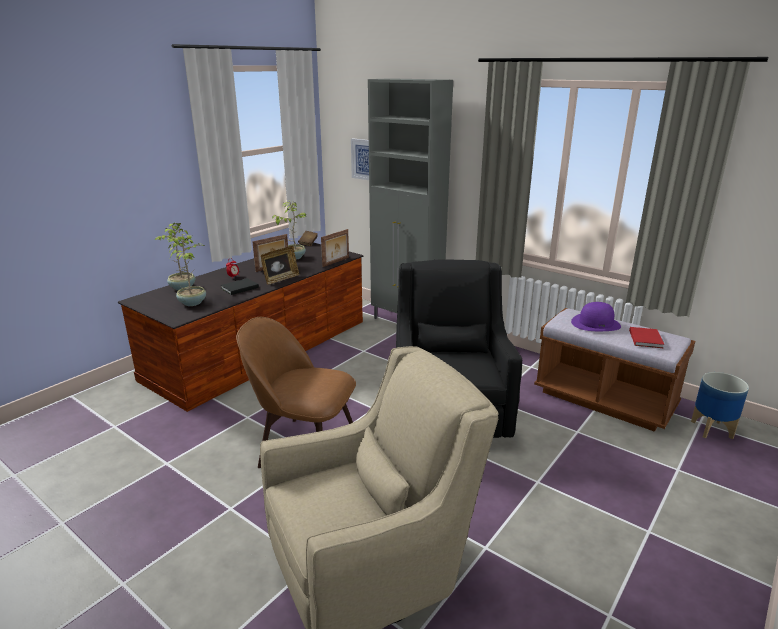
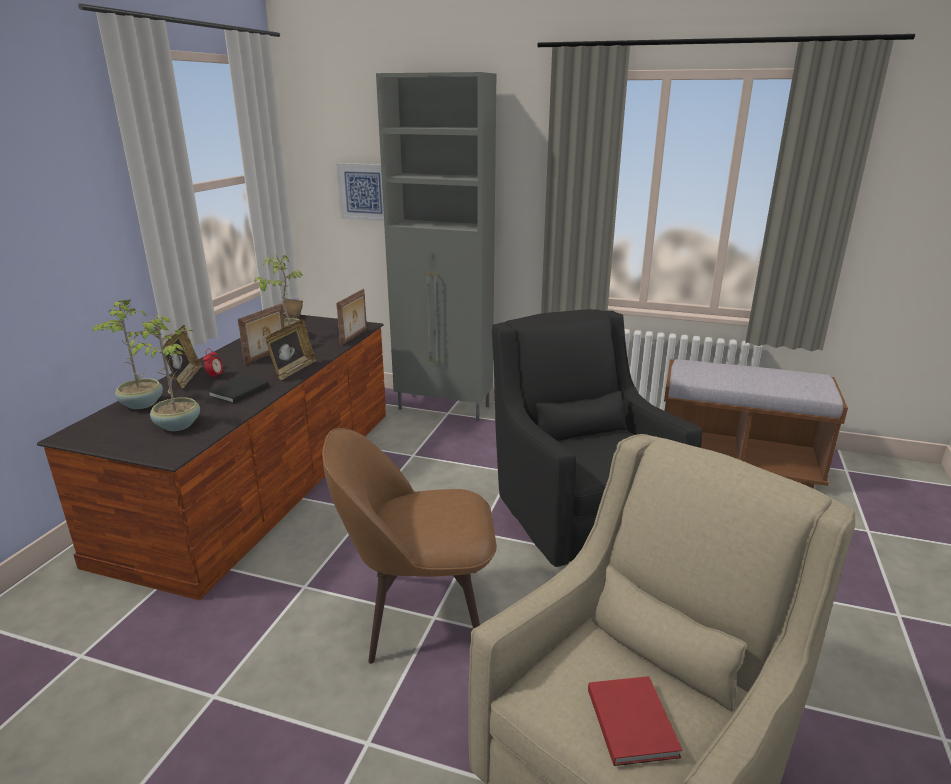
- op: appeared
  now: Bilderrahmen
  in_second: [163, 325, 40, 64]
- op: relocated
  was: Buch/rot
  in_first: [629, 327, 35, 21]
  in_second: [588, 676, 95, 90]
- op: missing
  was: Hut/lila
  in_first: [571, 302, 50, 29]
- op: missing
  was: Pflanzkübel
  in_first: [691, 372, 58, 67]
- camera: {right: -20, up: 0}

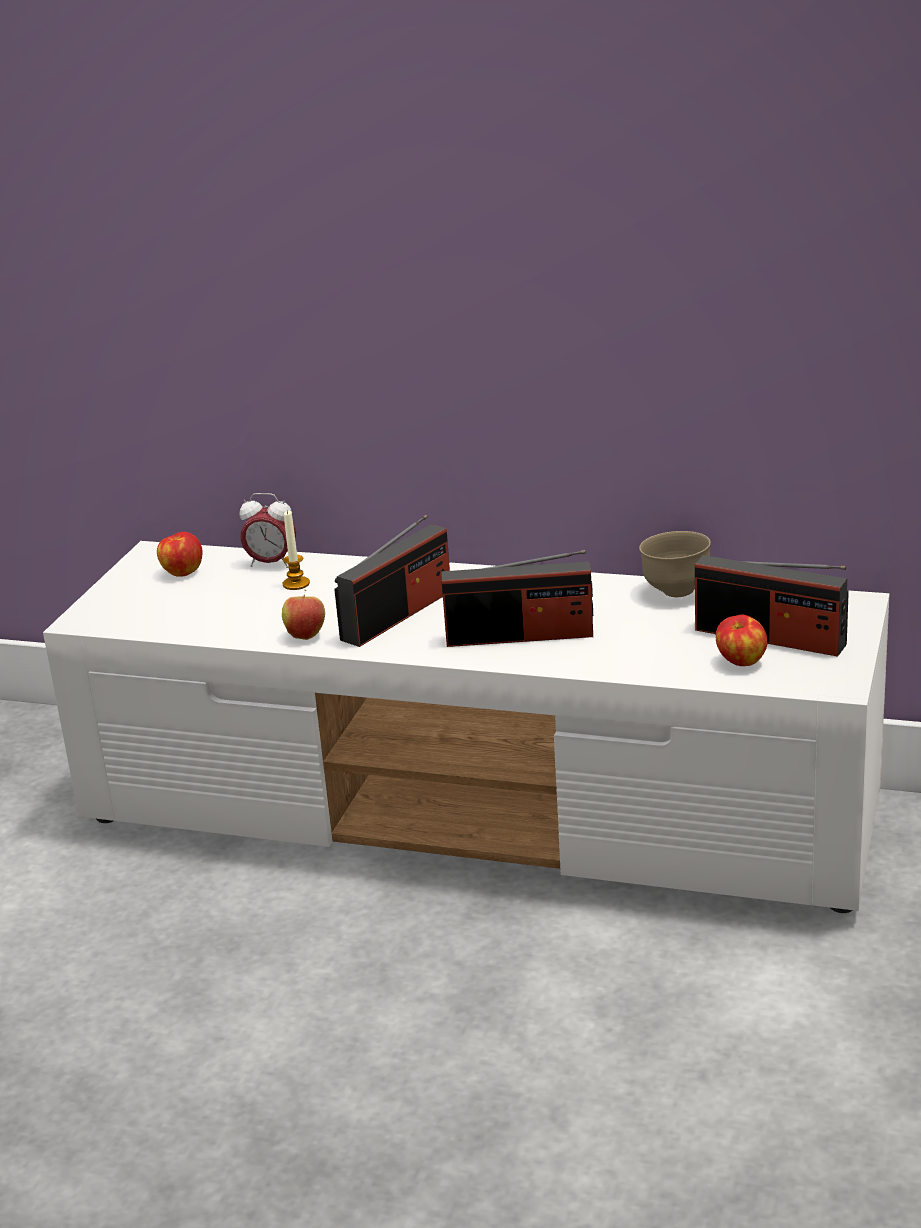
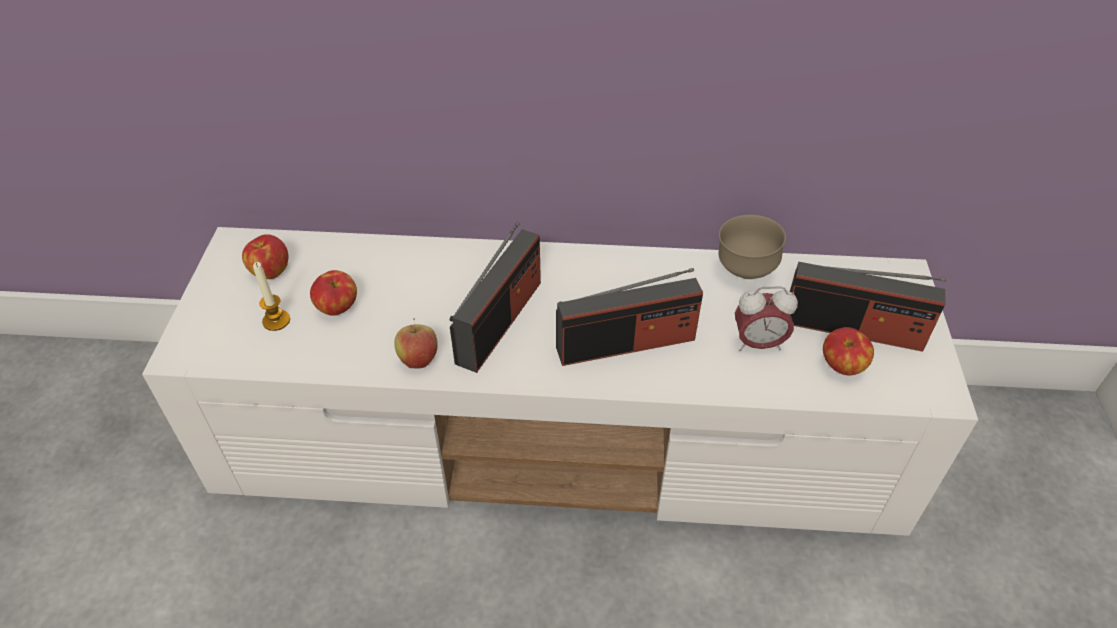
- op: relocated
  was: Kerze
  in_first: [283, 510, 27, 80]
  in_second: [253, 262, 37, 69]
- op: appeared
  now: Apfel
  in_second: [310, 270, 47, 46]
- op: relocated
  was: Wecker
  in_first: [239, 493, 57, 75]
  in_second: [735, 287, 63, 64]
- camera: {right: -15, up: 20}

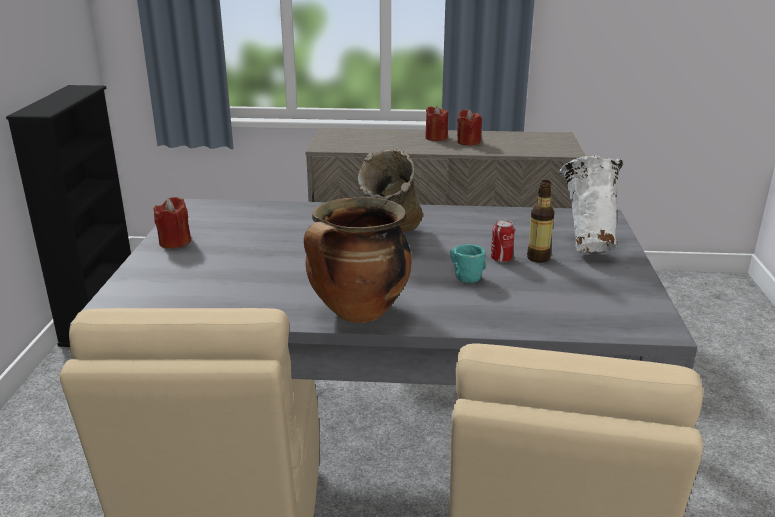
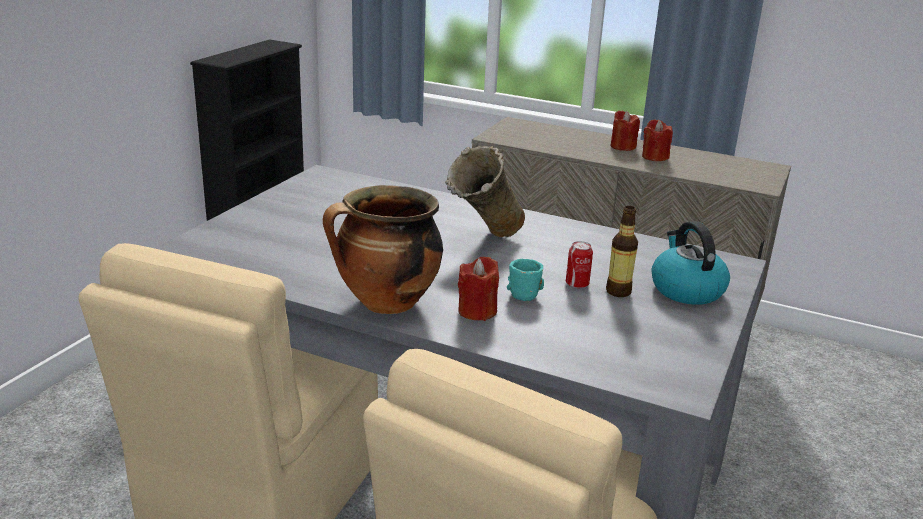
- op: relocated
  was: Kerze/rot
  in_first: [153, 197, 38, 51]
  in_second: [458, 257, 41, 64]
- op: exchanged
  was: Vase/weiß
  now: Wasserkessel
  in_first: [559, 155, 64, 97]
  in_second: [651, 221, 79, 84]
- camera: {right: 20, up: 0}

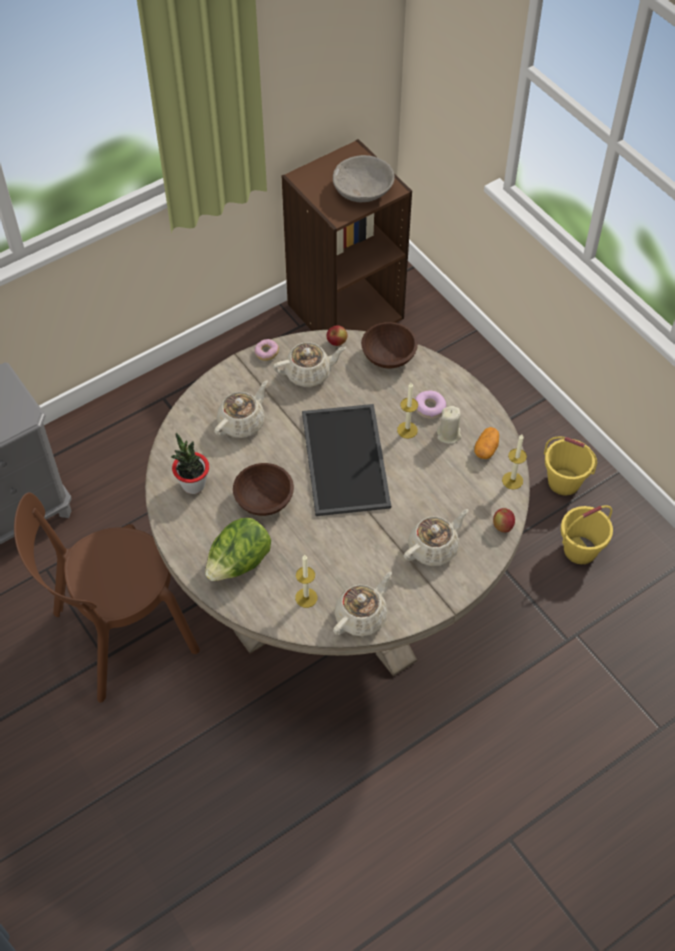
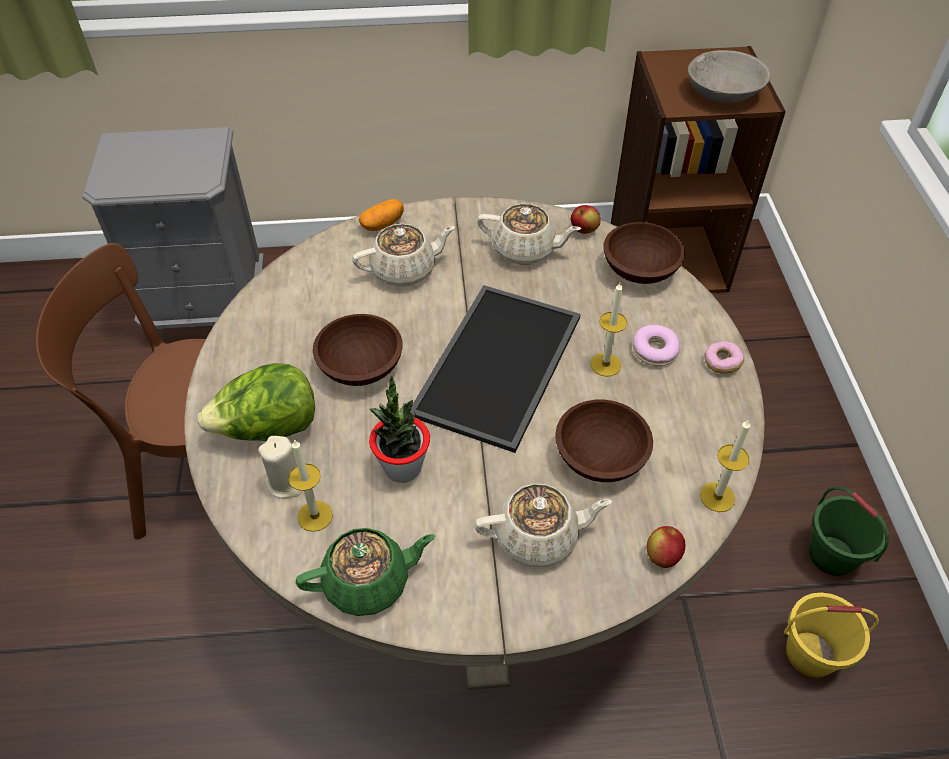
- op: relocated
  was: Kerze/beige
  in_first: [437, 406, 25, 38]
  in_second: [258, 436, 44, 63]
- op: colour
  was: Teekanne/beige
  now: Teekanne/grün
  in_first: [333, 572, 59, 65]
  in_second: [296, 528, 139, 88]
- op: relocated
  was: Kartoffel
  in_first: [474, 427, 25, 32]
  in_second: [359, 199, 45, 32]
- op: relocated
  was: Topfpflanze
  in_first: [171, 433, 38, 61]
  in_second: [369, 375, 61, 108]
- op: appeared
  now: Schüssel/braun
  in_second: [555, 400, 98, 82]
- op: relocated
  was: Donut
  in_first: [255, 339, 24, 22]
  in_second: [704, 341, 40, 33]
- op: colour
  was: Eimer/gelb
  now: Eimer/grün
  in_first: [544, 436, 53, 60]
  in_second: [809, 487, 80, 89]
- camera: {right: 30, up: -5}

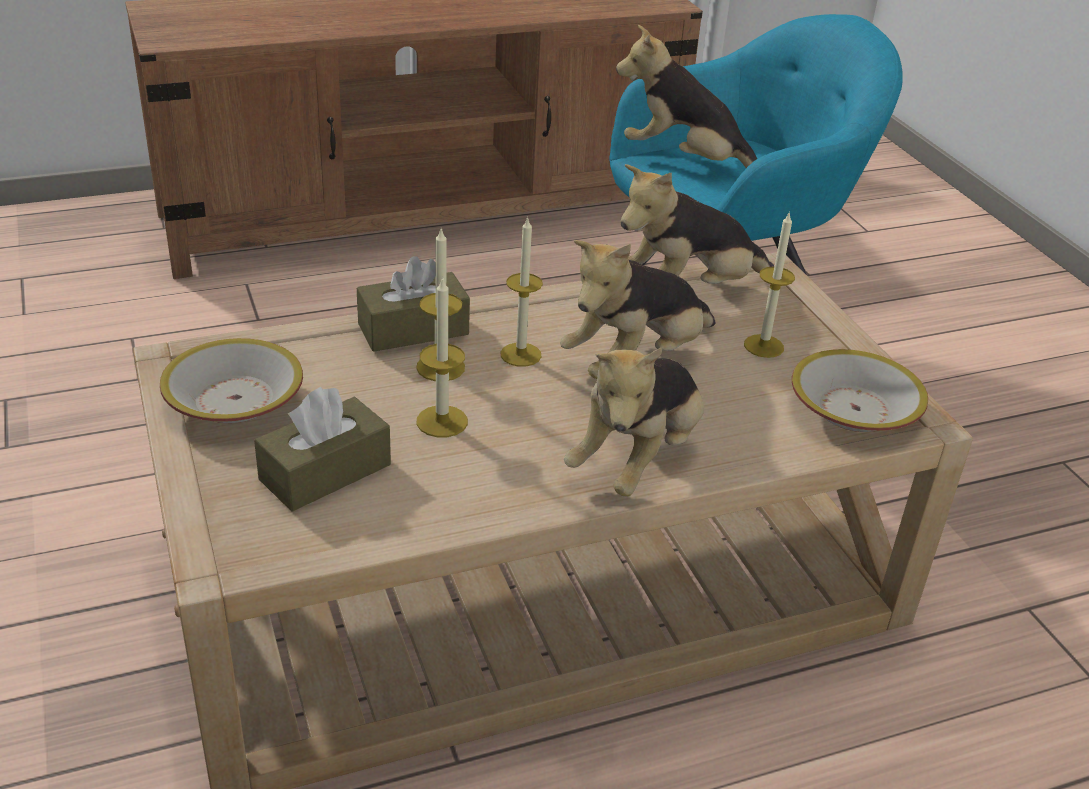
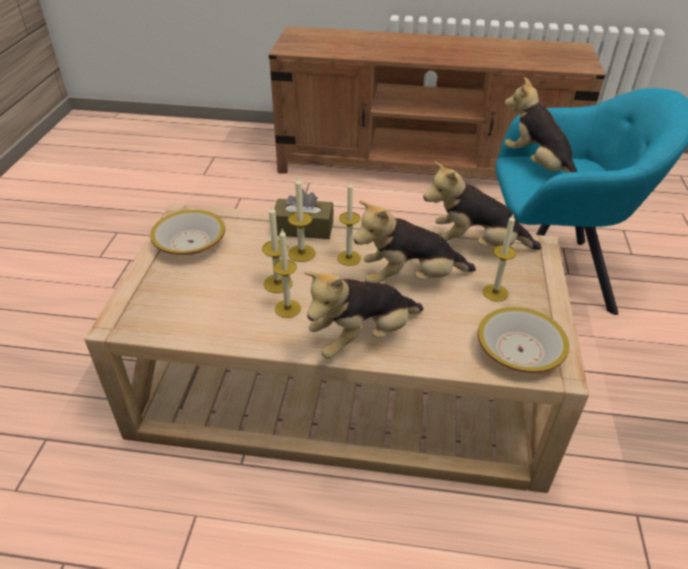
- op: appeared
  now: Kerze
  in_second: [273, 229, 28, 89]
- op: missing
  was: Taschentuchbox/braun
  in_first: [254, 387, 137, 125]
- camera: {right: 30, up: 5}

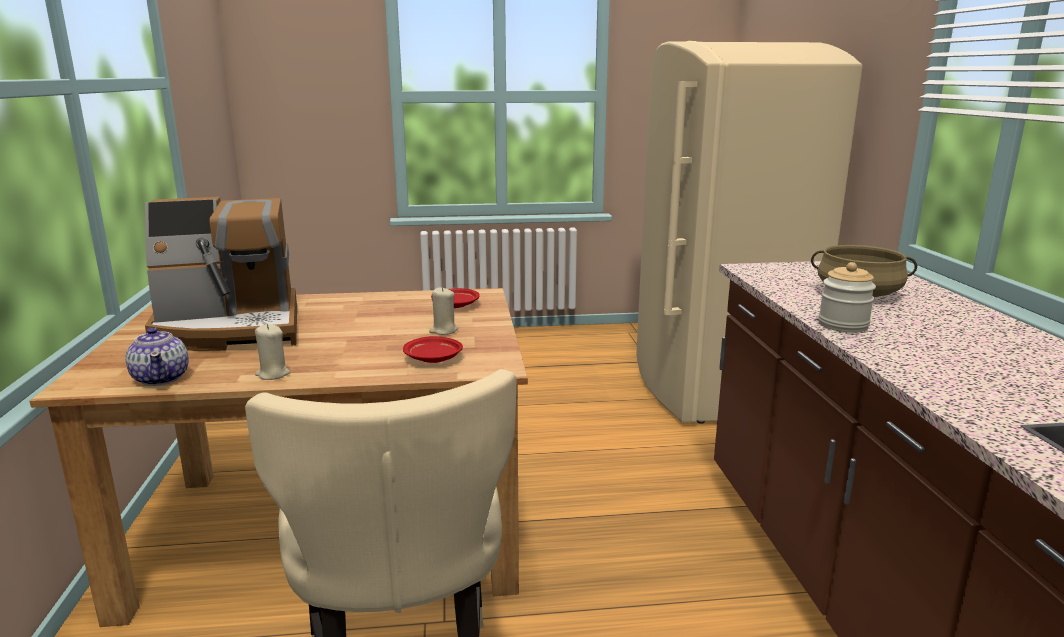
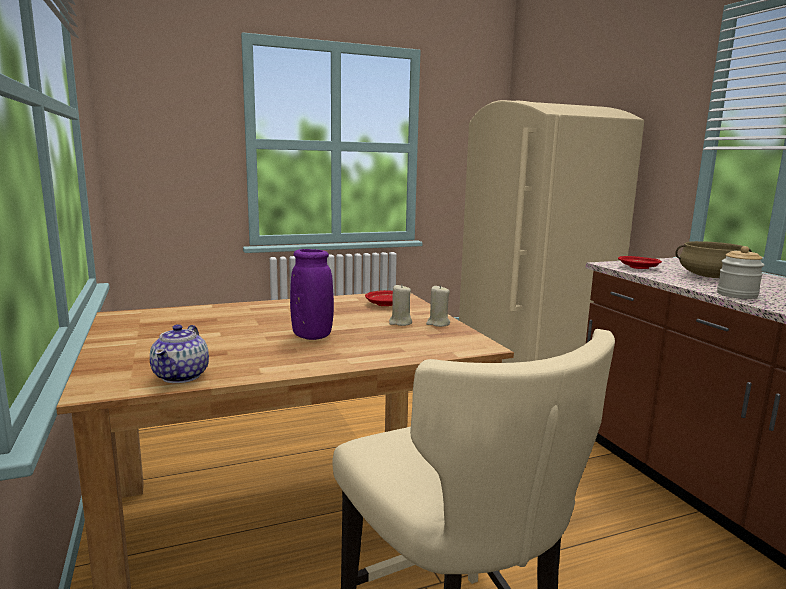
- op: spun
  was: Teekanne
  in_first: [125, 327, 64, 59]
  in_second: [150, 324, 59, 59]
  clockwise: 45
- op: appeared
  now: Vase/lila
  in_second: [290, 249, 44, 91]
- op: relocated
  was: Kerze/beige
  in_first: [255, 324, 35, 56]
  in_second: [426, 285, 24, 42]
- op: relocated
  was: Teller/rot
  in_first: [403, 336, 60, 27]
  in_second: [618, 256, 44, 13]
- op: missing
  was: Kaffeemaschine
  in_first: [145, 197, 152, 154]
- camera: {right: -15, up: -5}

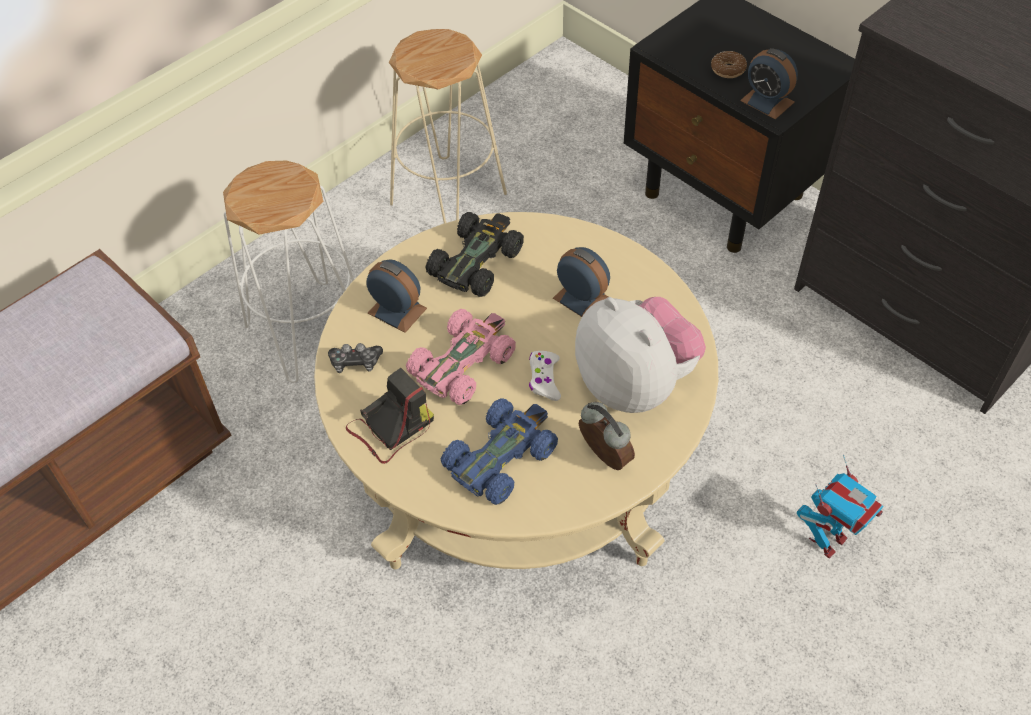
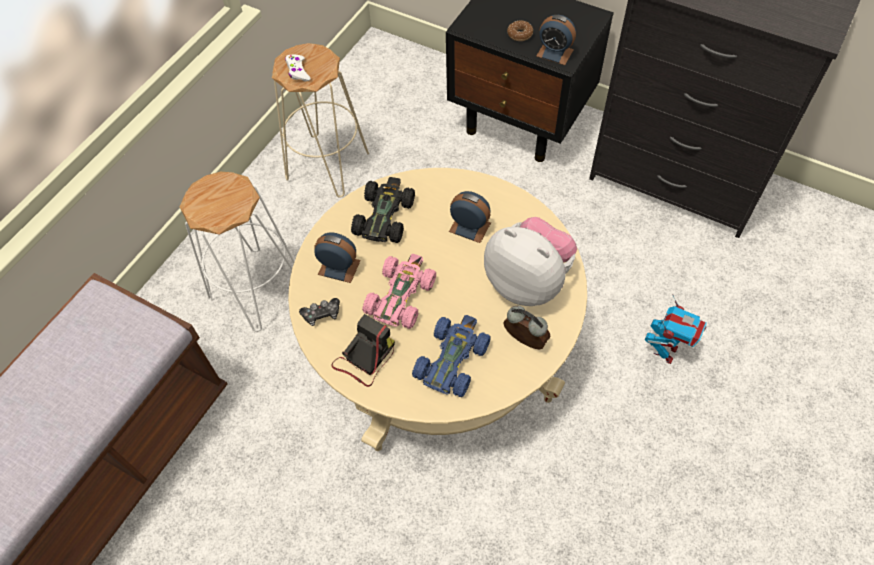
- op: relocated
  was: Gamepad/weiß
  in_first: [529, 351, 32, 50]
  in_second: [285, 55, 25, 27]
- camera: {right: -15, up: 5}

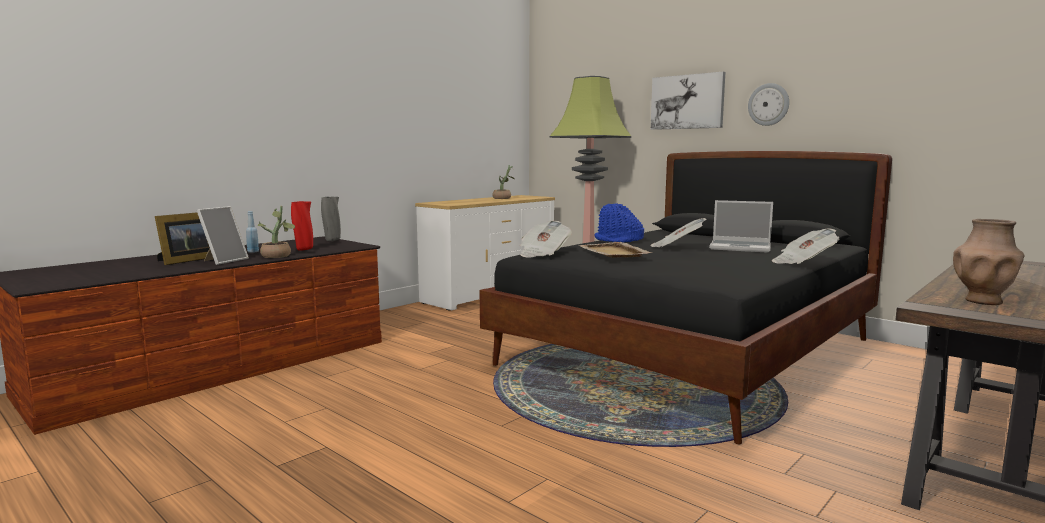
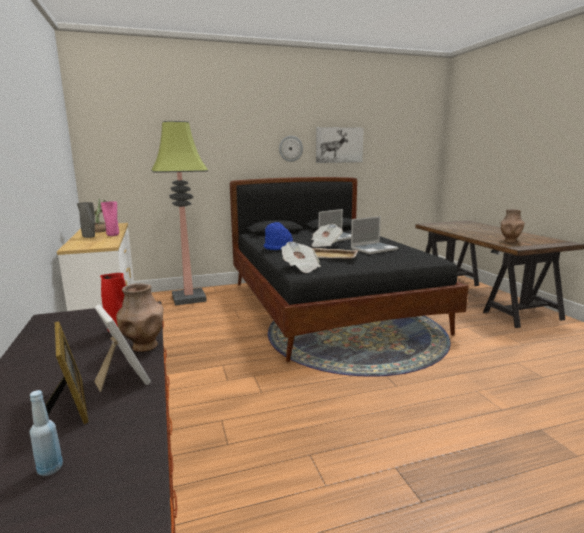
- op: relocated
  was: Flasche/blau
  in_first: [246, 211, 13, 42]
  in_second: [29, 390, 34, 86]
- op: relocated
  was: Vase/grau
  in_first: [321, 197, 20, 44]
  in_second: [77, 202, 18, 36]
- op: appeared
  now: Vase/rosa
  in_second: [101, 202, 18, 34]
- op: exchanged
  was: Topfpflanze
  now: Vase/braun
  in_first: [258, 206, 37, 52]
  in_second: [116, 283, 48, 69]
- op: relocated
  was: Bild
  in_first: [651, 72, 74, 58]
  in_second: [316, 127, 48, 36]
- op: appeared
  now: Laptop
  in_second: [351, 216, 47, 38]
- op: missing
  was: Zeitung
  in_first: [772, 228, 68, 36]
- camera: {right: -60, up: 5}

